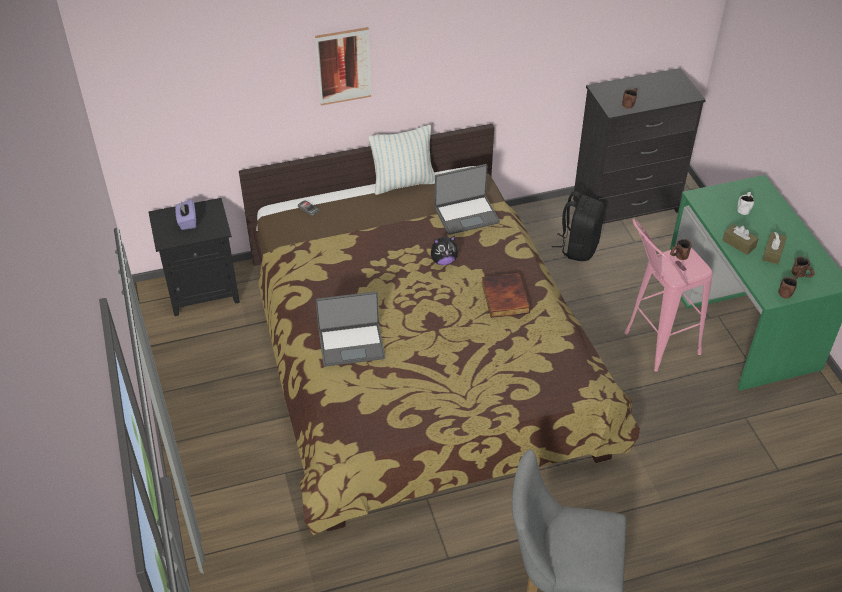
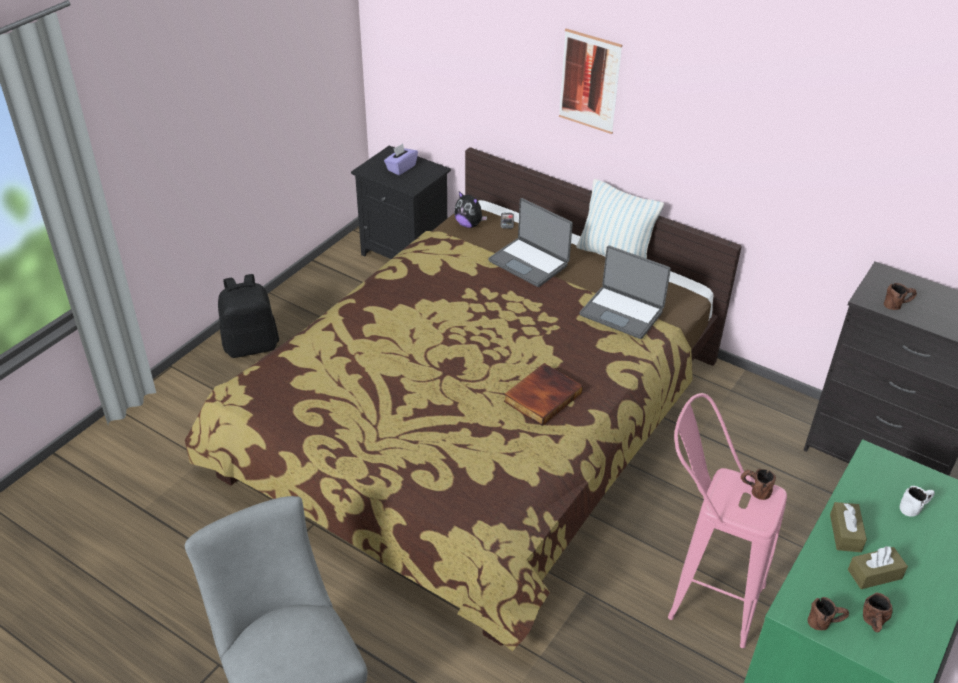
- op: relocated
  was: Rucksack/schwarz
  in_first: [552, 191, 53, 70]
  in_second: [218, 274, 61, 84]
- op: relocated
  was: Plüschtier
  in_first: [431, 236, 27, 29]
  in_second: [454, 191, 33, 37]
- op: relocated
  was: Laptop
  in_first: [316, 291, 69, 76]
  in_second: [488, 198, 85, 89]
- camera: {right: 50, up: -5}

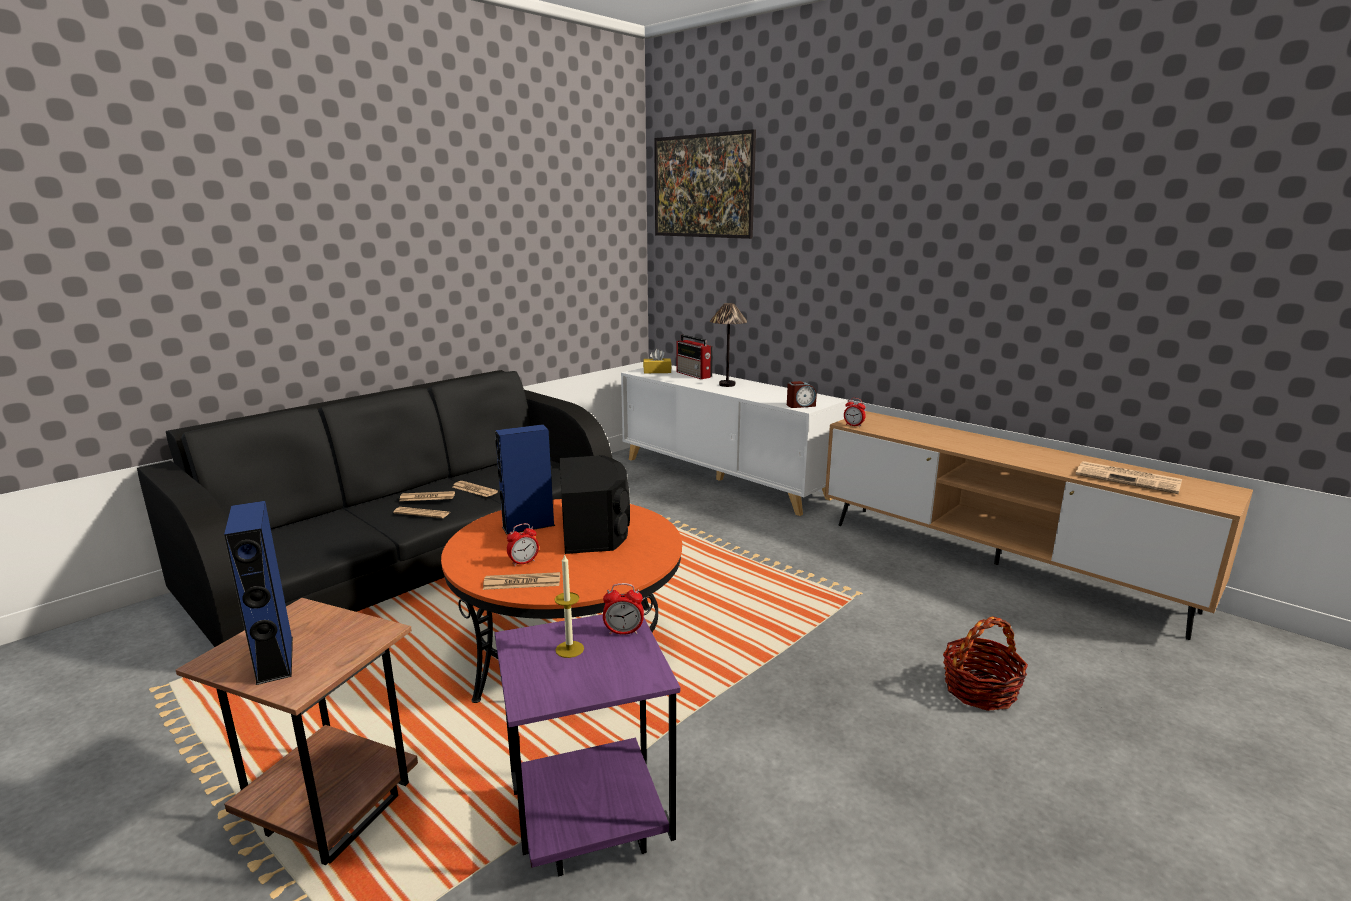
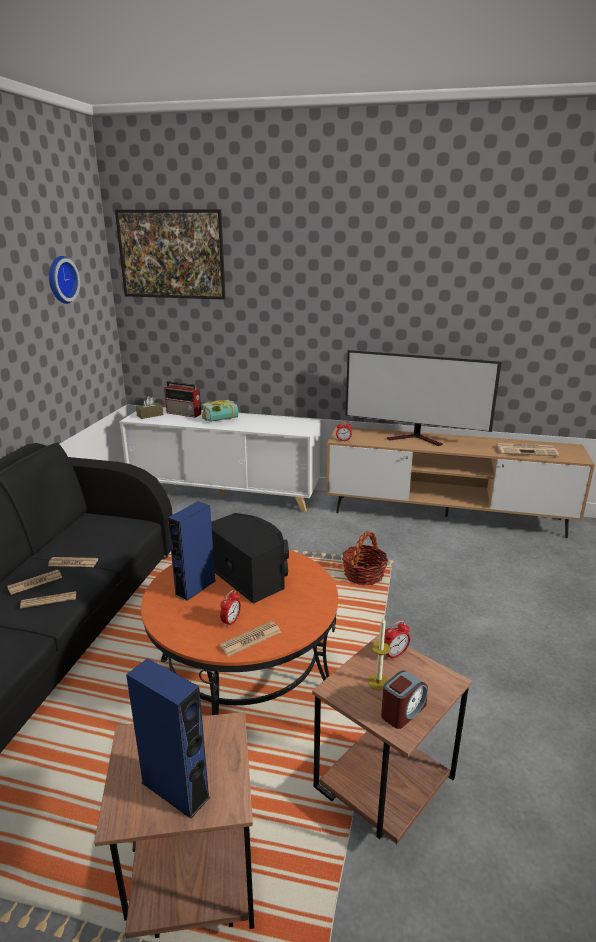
- op: appeared
  now: Wanduhr
  in_second: [49, 256, 31, 48]
- op: colour
  was: Taschentuchbox/gelb
  now: Taschentuchbox/braun
  in_first: [643, 349, 29, 24]
  in_second: [136, 396, 27, 23]
- op: exchanged
  was: Tischlampe
  now: Buch
  in_first: [710, 303, 38, 84]
  in_second: [201, 400, 37, 22]
- op: colour
  was: Beistelltisch/lila
  now: Beistelltisch/braun
  in_first: [495, 614, 185, 262]
  in_second: [312, 634, 160, 210]
- op: relocated
  was: Korb
  in_first: [943, 616, 85, 95]
  in_second: [342, 532, 46, 53]
- op: appeared
  now: Fernseher
  in_second: [346, 350, 155, 96]
- op: relocated
  was: Wecker
  in_first: [787, 381, 30, 27]
  in_second: [381, 670, 47, 59]
- camera: {right: -30, up: 5}

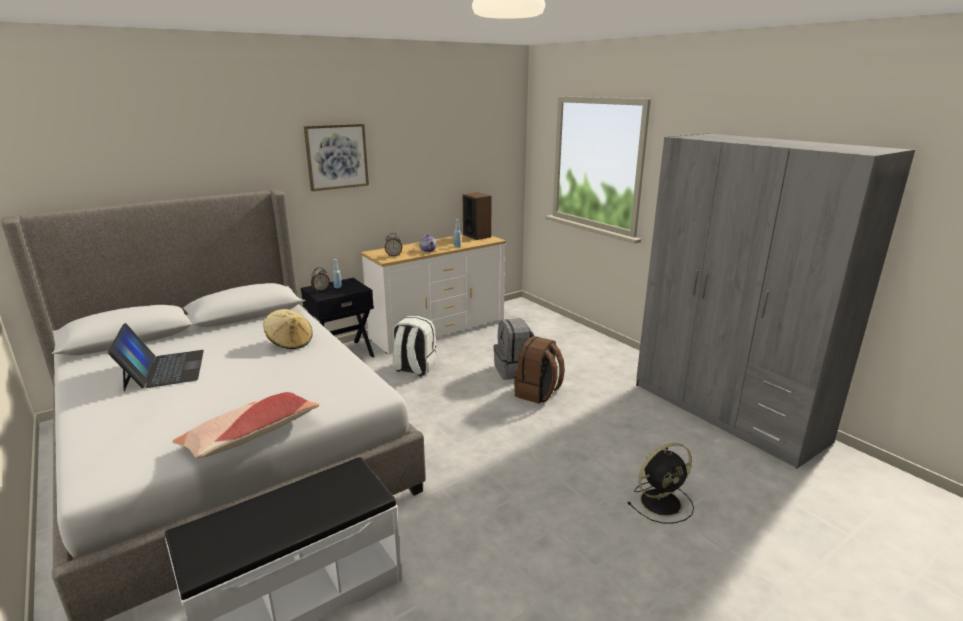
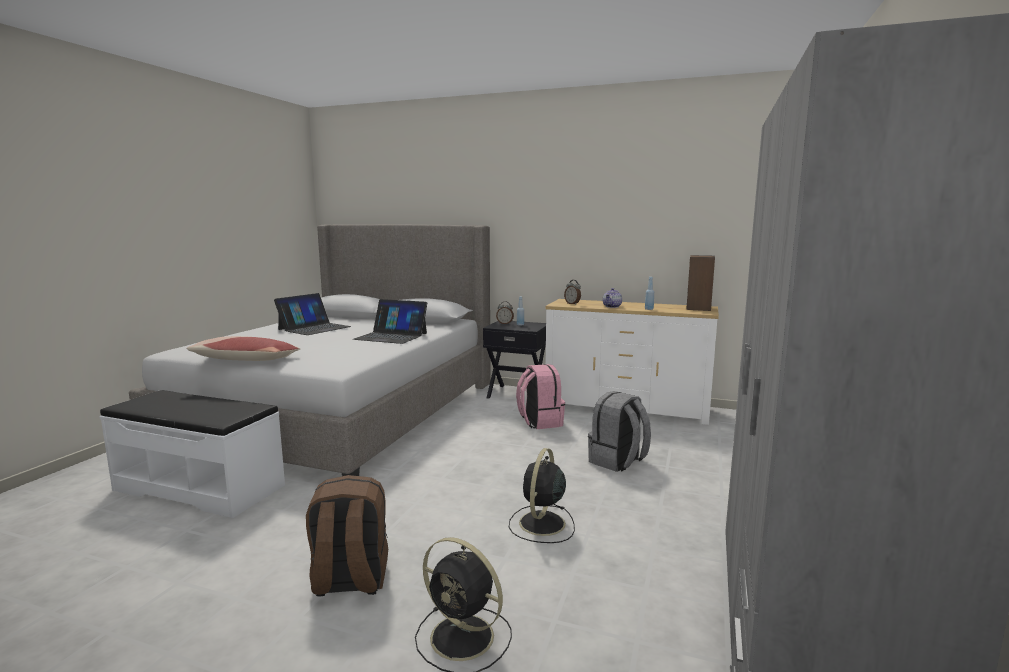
- op: relocated
  was: Rucksack/braun
  in_first: [514, 336, 51, 68]
  in_second: [306, 475, 82, 122]
- op: exchanged
  was: Hut/beige
  now: Laptop
  in_first: [263, 309, 50, 40]
  in_second: [353, 299, 74, 45]
- op: appeared
  now: Ventilator/schwarz
  in_second: [509, 448, 66, 95]
- op: colour
  was: Rucksack/weiß
  now: Rucksack/rosa
  in_first: [393, 316, 43, 60]
  in_second: [516, 364, 49, 65]
- op: missing
  was: Bild
  in_first: [304, 124, 65, 67]
- camera: {right: 55, up: -10}

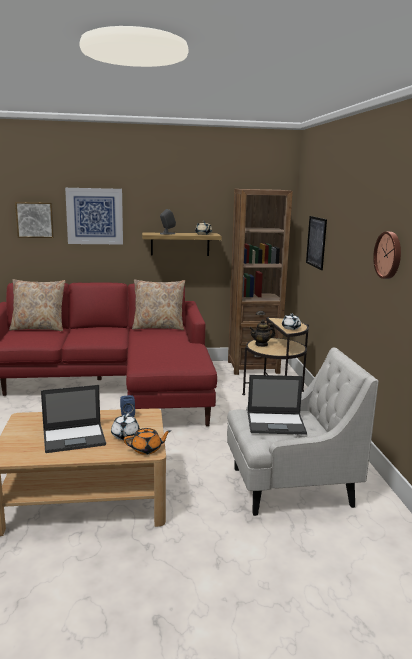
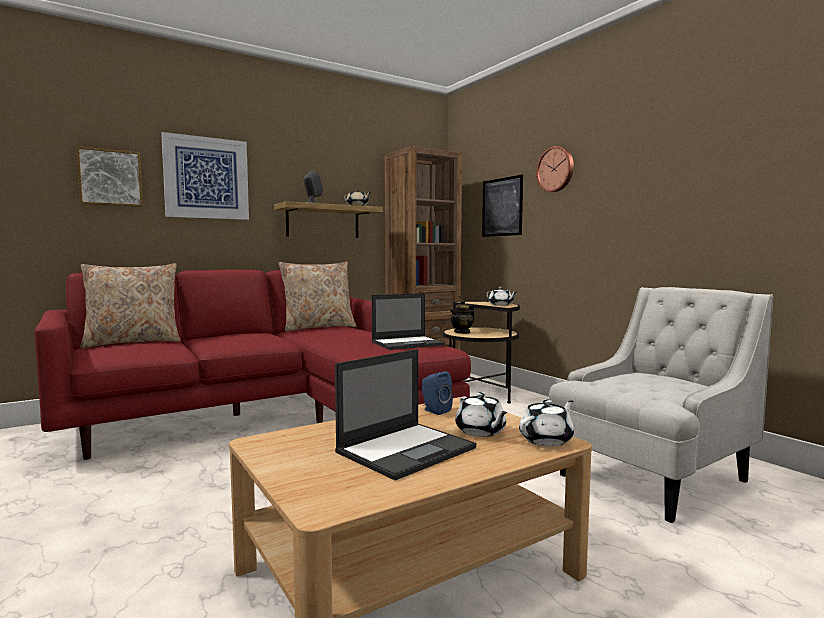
- op: relocated
  was: Laptop
  in_first: [248, 375, 59, 60]
  in_second: [372, 293, 73, 57]
- op: colour
  was: Teekanne/orange
  now: Teekanne/weiß
  in_first: [124, 428, 47, 27]
  in_second: [519, 399, 55, 48]
- op: relocated
  was: Wanduhr
  in_first: [373, 232, 28, 47]
  in_second: [536, 146, 38, 46]
- camera: {right: -25, up: -10}

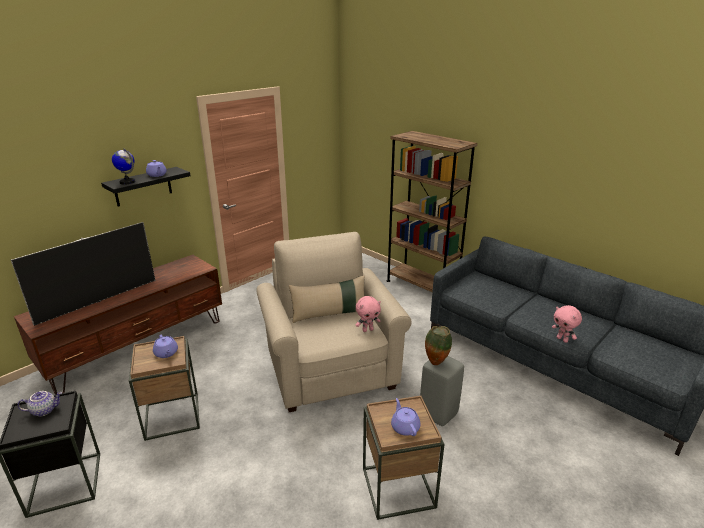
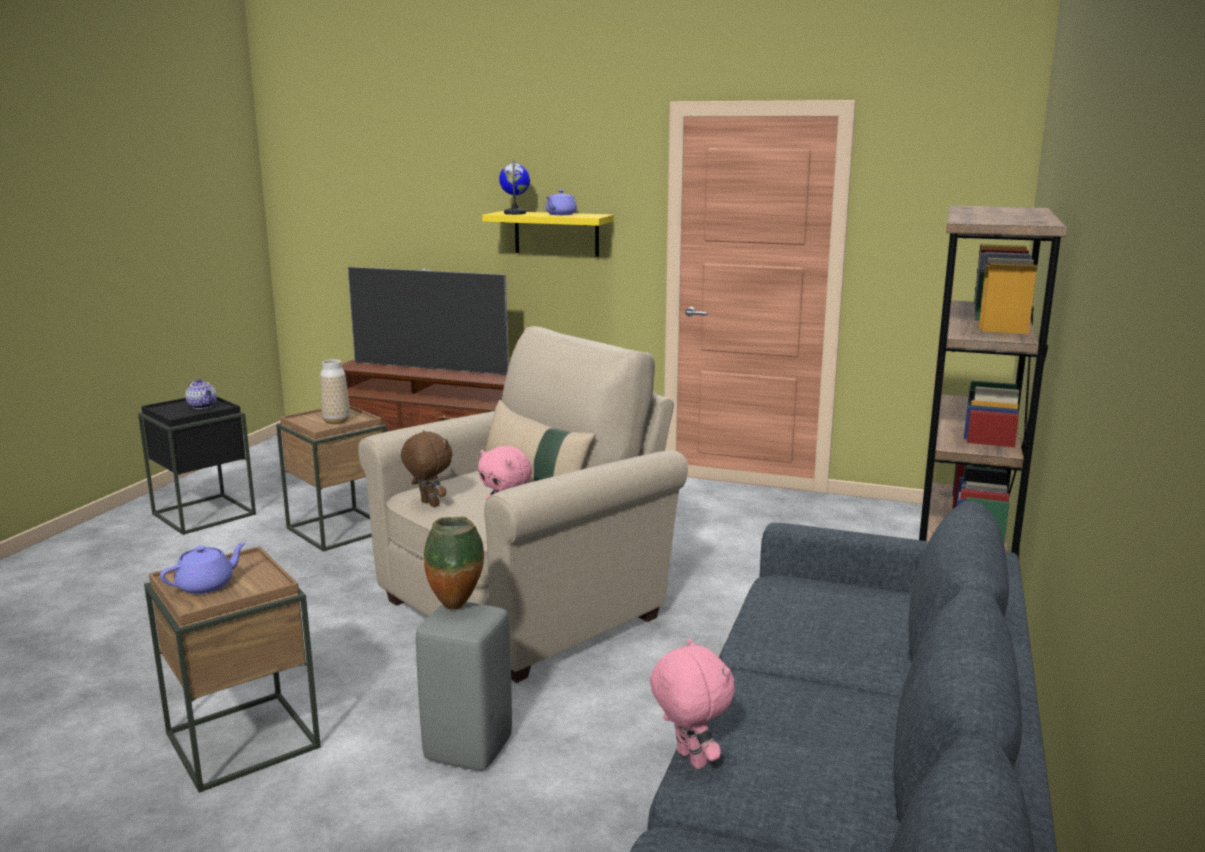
- op: exchanged
  was: Teekanne/lila
  now: Vase
  in_first: [153, 335, 25, 23]
  in_second: [320, 359, 30, 65]
- op: appeared
  now: Plüschtier/braun
  in_second: [401, 430, 51, 77]
- op: colour
  was: Wandregal/schwarz
  now: Wandregal/gelb
  in_first: [101, 167, 90, 39]
  in_second: [482, 211, 132, 46]
- op: spun
  was: Plüschtier/rosa
  in_first: [552, 305, 30, 38]
  in_second: [650, 638, 85, 131]
  clockwise: 120
- camera: {right: 65, up: -10}

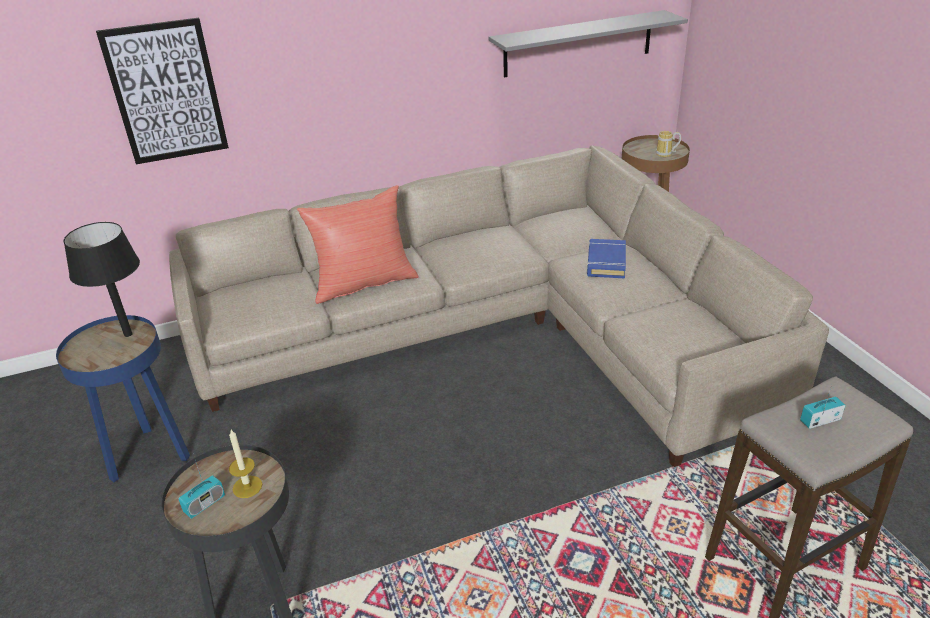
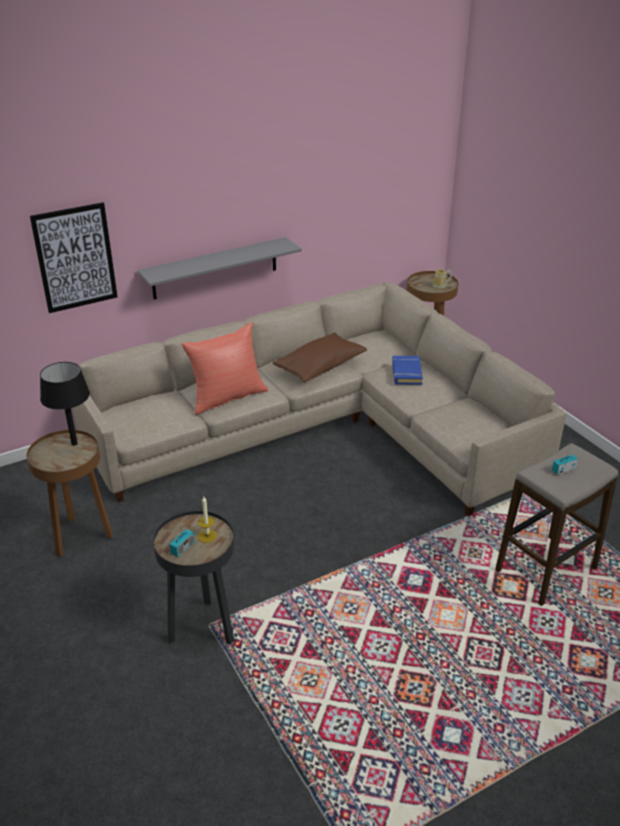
- op: colour
  was: Beistelltisch/blau
  now: Beistelltisch/braun
  in_first: [56, 315, 134, 167]
  in_second: [26, 430, 87, 127]
- op: relocated
  was: Wandregal/grau
  in_first: [488, 10, 200, 68]
  in_second: [137, 237, 165, 62]
- op: appeared
  now: Kissen/braun
  in_second: [273, 332, 94, 51]
- camera: {right: -10, up: 0}

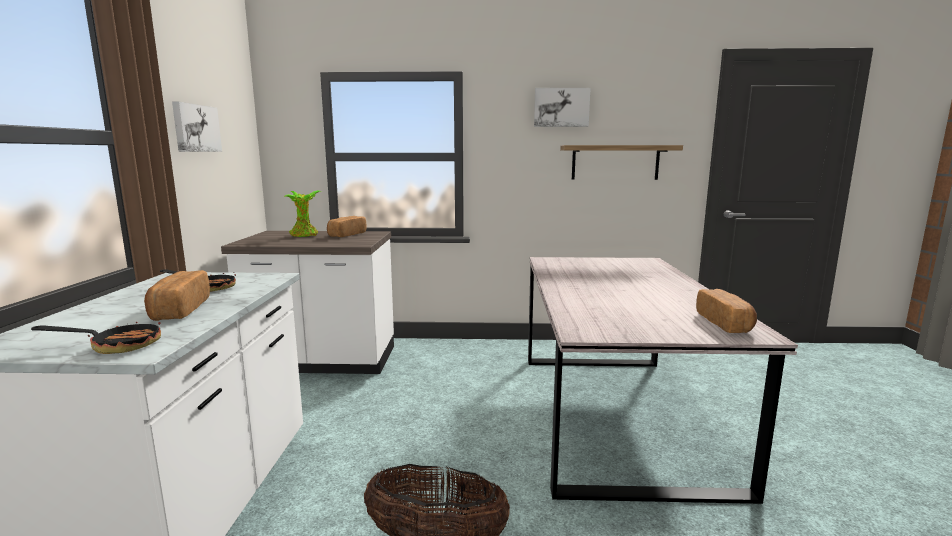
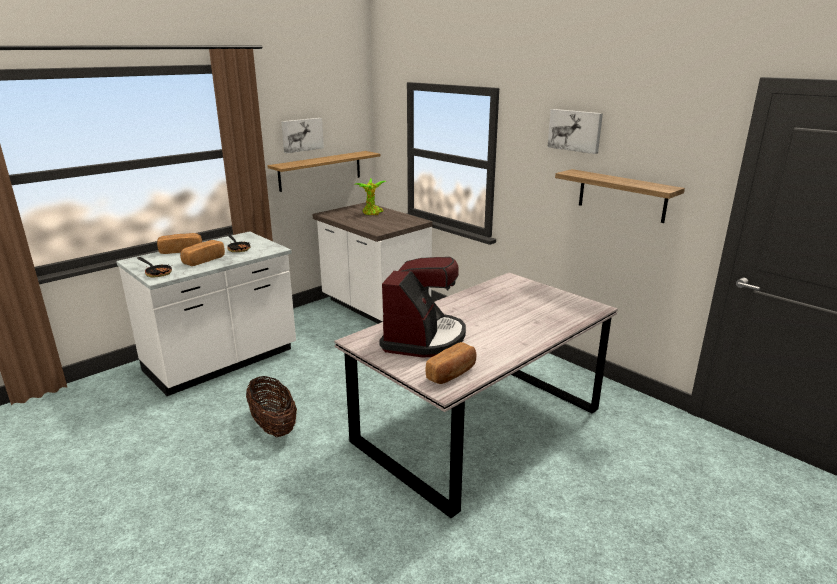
- op: relocated
  was: Brot
  in_first: [327, 216, 39, 21]
  in_second: [157, 233, 45, 21]
- op: appeared
  now: Wandregal
  in_second: [267, 151, 113, 41]
- op: appeared
  now: Kaffeemaschine
  in_second: [379, 257, 87, 101]
- camera: {right: 45, up: 10}

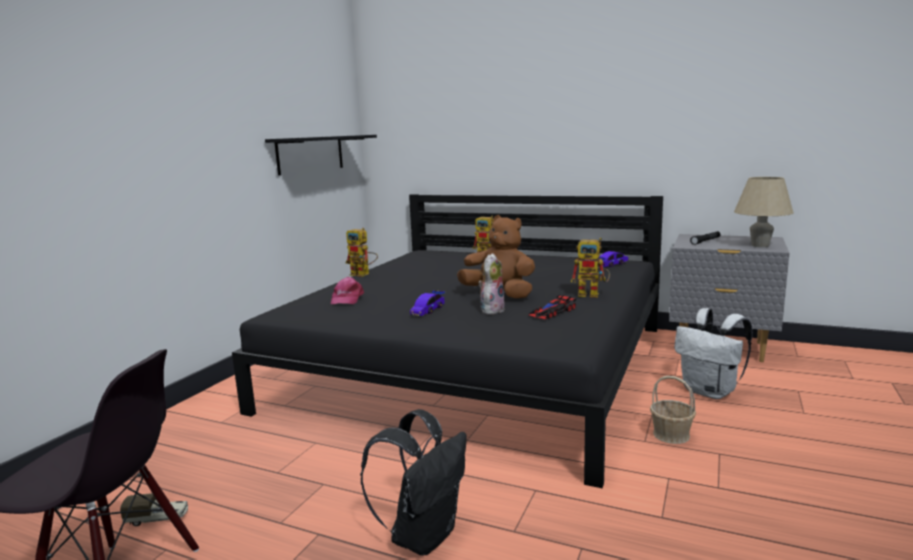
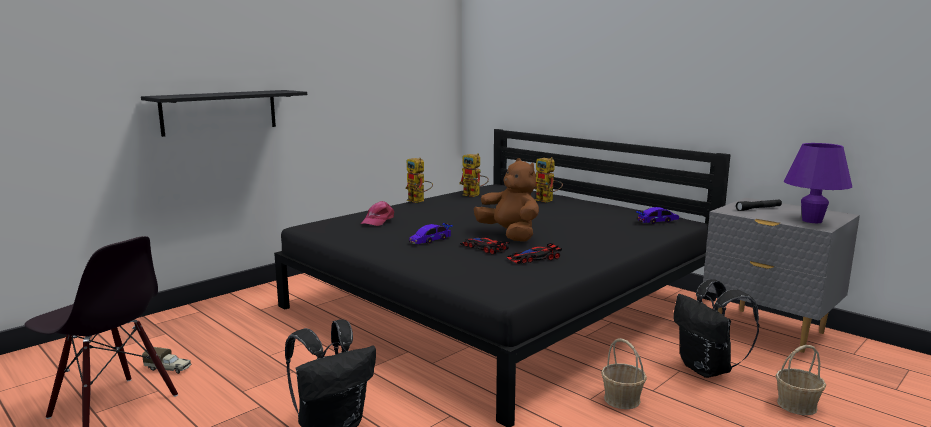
- op: relocated
  was: Wandregal/schwarz
  in_first: [265, 135, 112, 41]
  in_second: [141, 90, 166, 47]
- op: relocated
  was: Spielzeugroboter
  in_first: [571, 238, 39, 59]
  in_second: [459, 153, 30, 44]
- op: exchanged
  was: Plüschtier
  now: Spielzeugauto
  in_first: [478, 253, 27, 62]
  in_second: [460, 237, 50, 18]
- op: colour
  was: Rucksack/weiß
  now: Rucksack/schwarz
  in_first: [674, 308, 78, 91]
  in_second: [673, 279, 87, 99]
- op: appeared
  now: Korb
  in_second: [776, 345, 50, 70]
- op: colour
  was: Tischlampe/beige
  now: Tischlampe/lila
  in_first: [734, 177, 60, 70]
  in_second: [784, 143, 68, 80]
- camera: {right: 20, up: 0}

